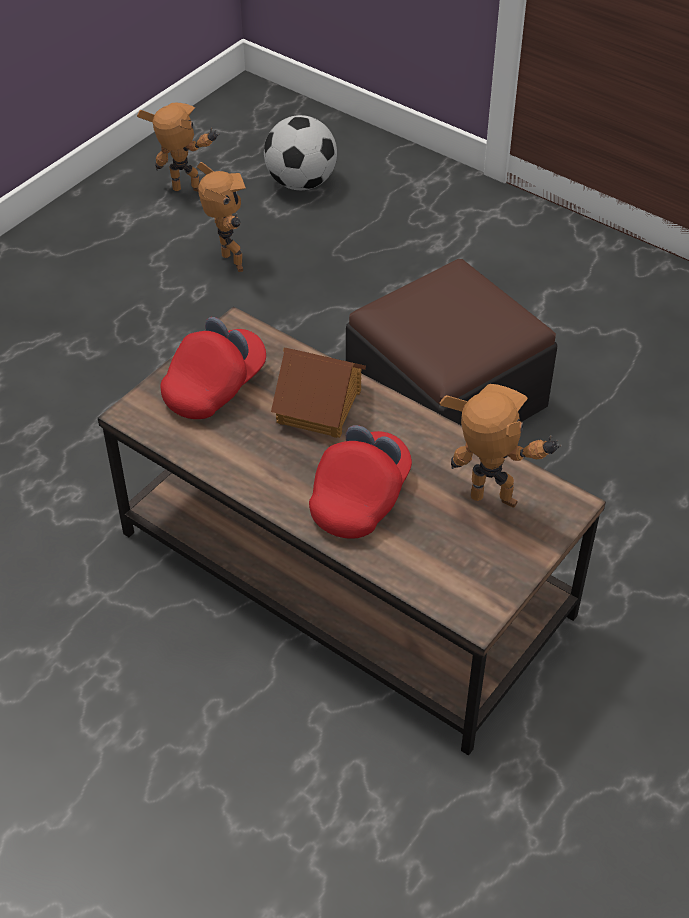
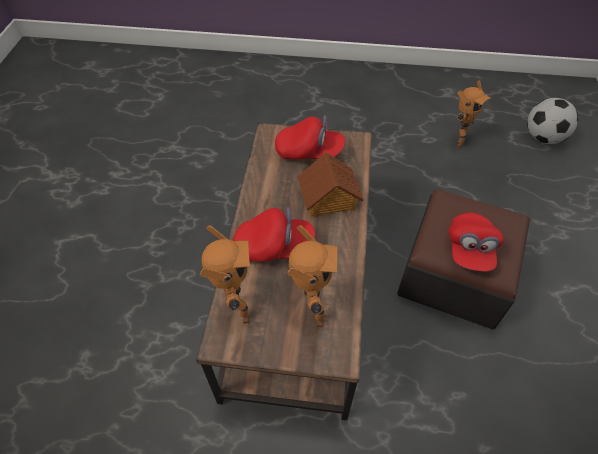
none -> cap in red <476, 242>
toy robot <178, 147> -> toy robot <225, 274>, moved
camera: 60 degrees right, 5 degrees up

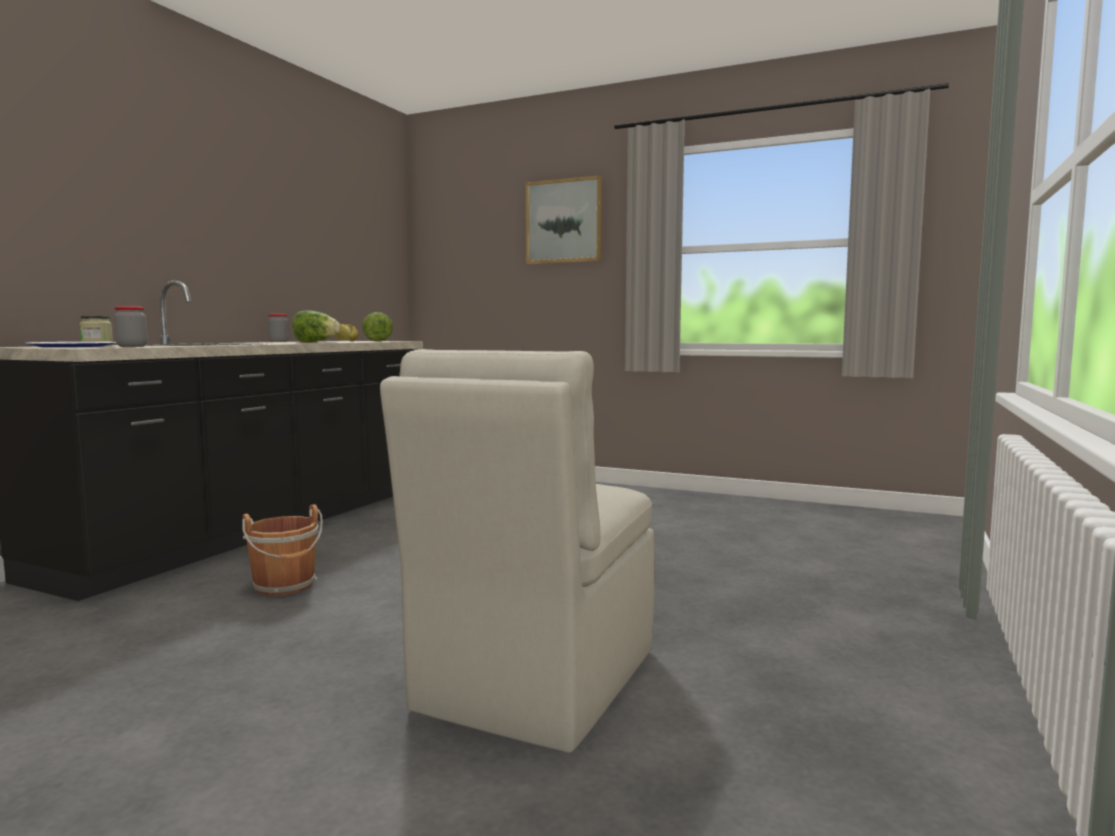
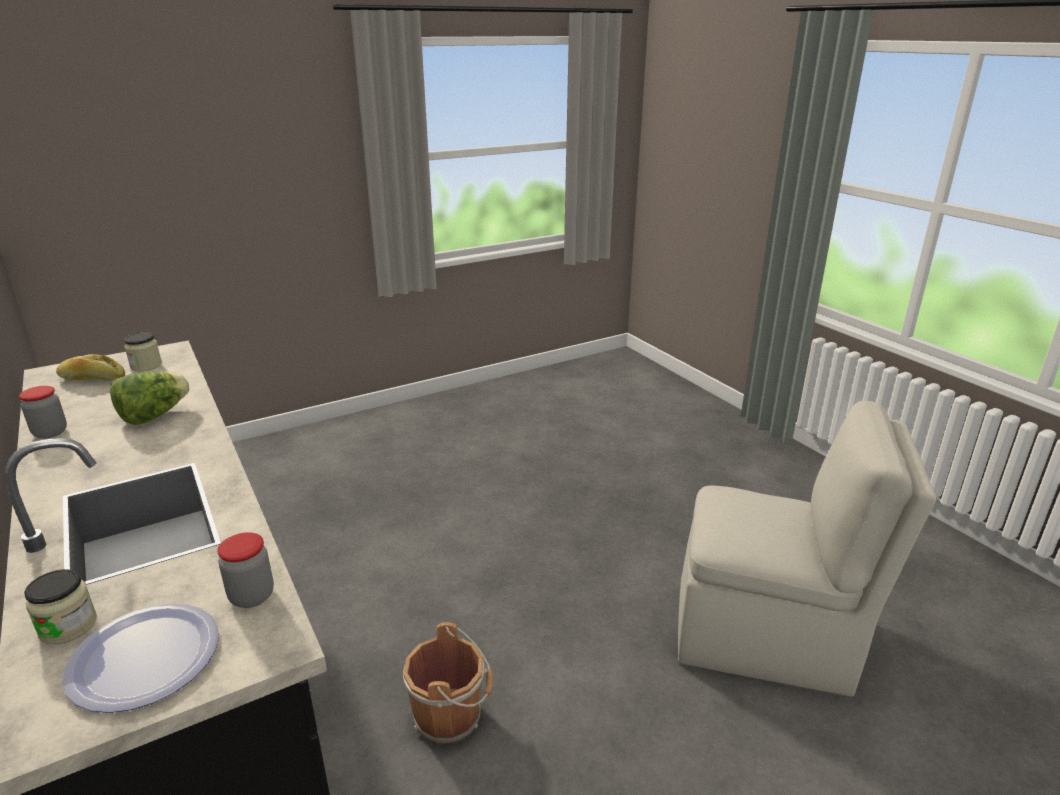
picture <564, 219> -> none
lettuce <377, 326> -> jar <143, 351>
chair in beige <517, 551> -> chair in beige <807, 548>, 45 degrees counterclockwise
camera: 55 degrees left, 20 degrees up

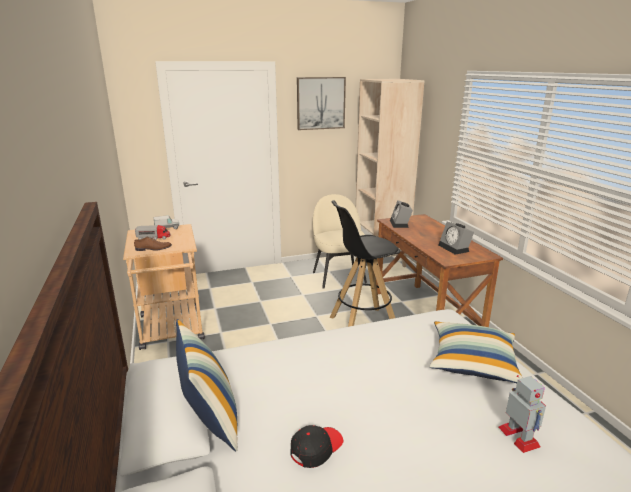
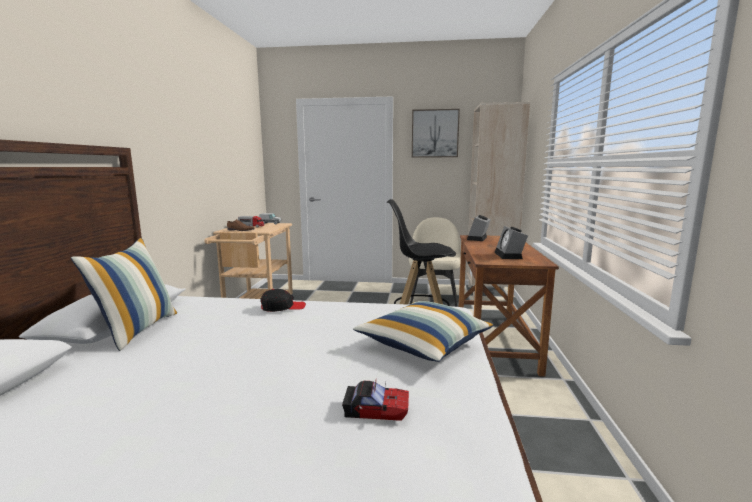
cap in black <316, 446> -> cap in black <283, 300>, moved
toy robot <522, 414> -> toy car <375, 401>
camera: 25 degrees right, 10 degrees down

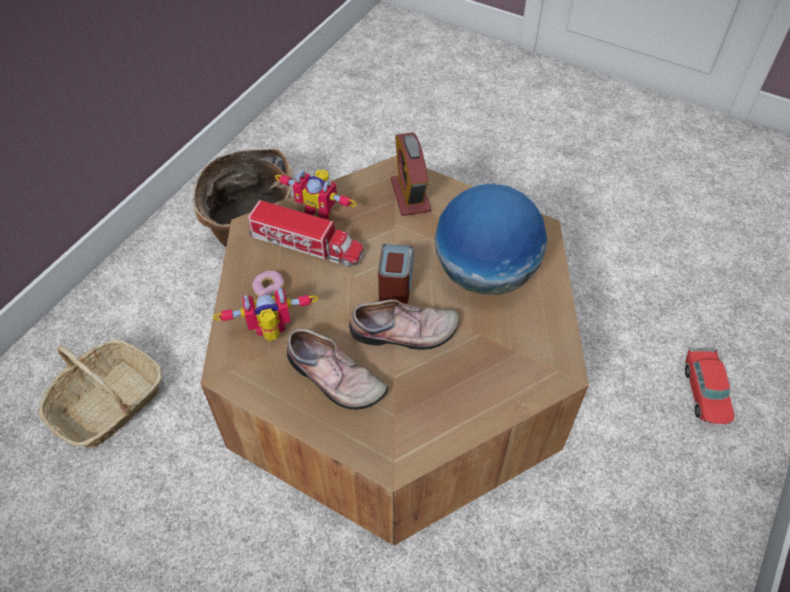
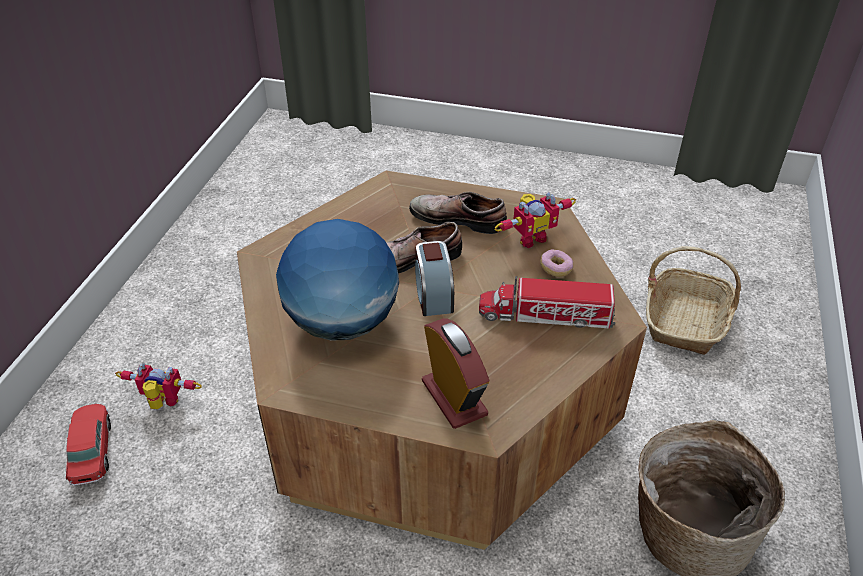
toy robot <316, 194> -> toy robot <158, 386>, moved
camera: 165 degrees right, 10 degrees down

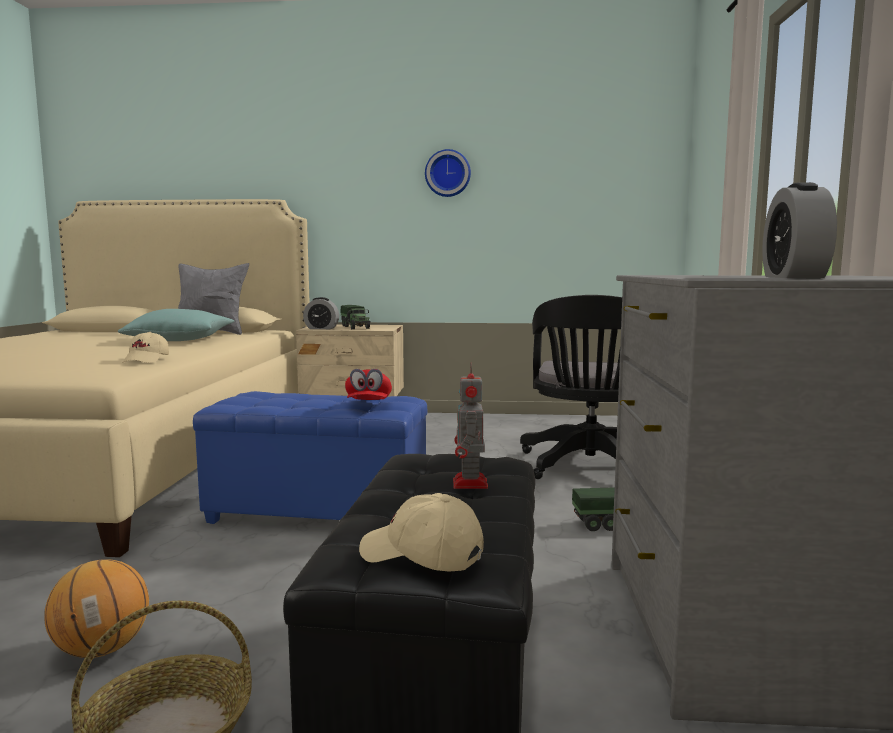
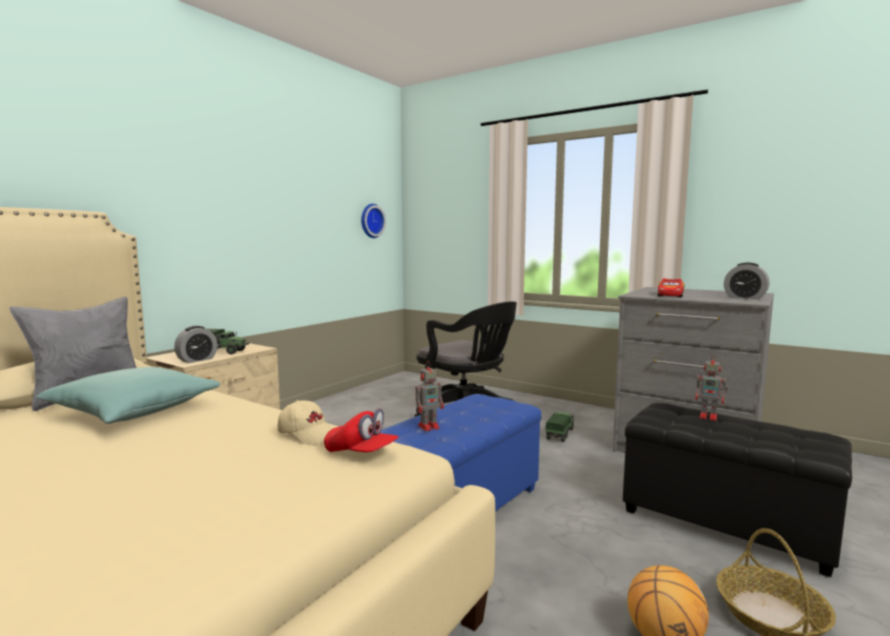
cap in beige <421, 532> -> none
none -> toy robot <429, 396>
none -> toy car <671, 287>
cap in red <368, 384> -> cap in red <361, 430>, moved
wall clock <448, 173> -> wall clock <373, 221>, moved
camera: 60 degrees left, 0 degrees up

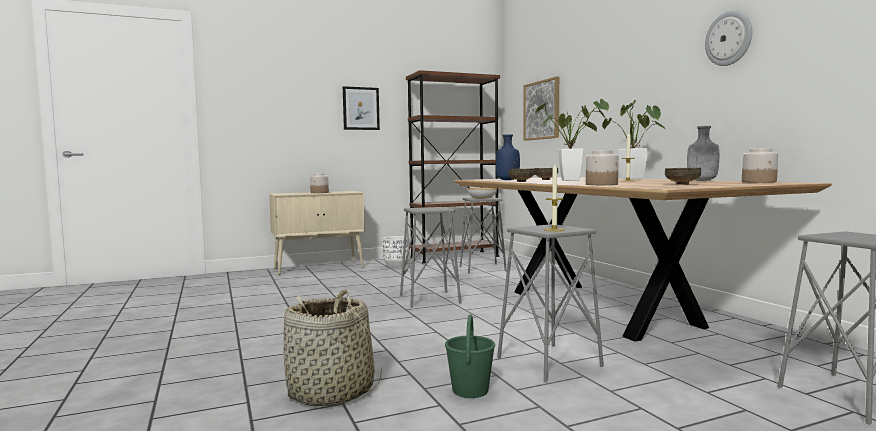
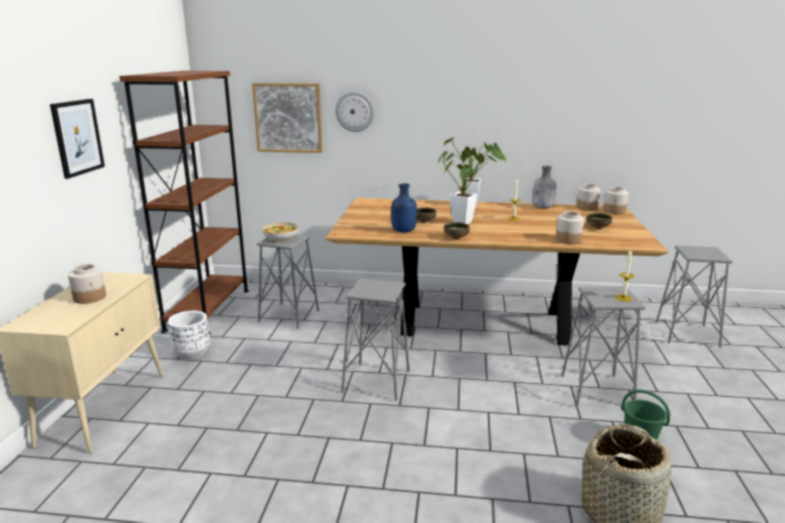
none -> jar <616, 200>
wall clock <728, 38> -> wall clock <355, 111>, moved
camera: 60 degrees left, 15 degrees up

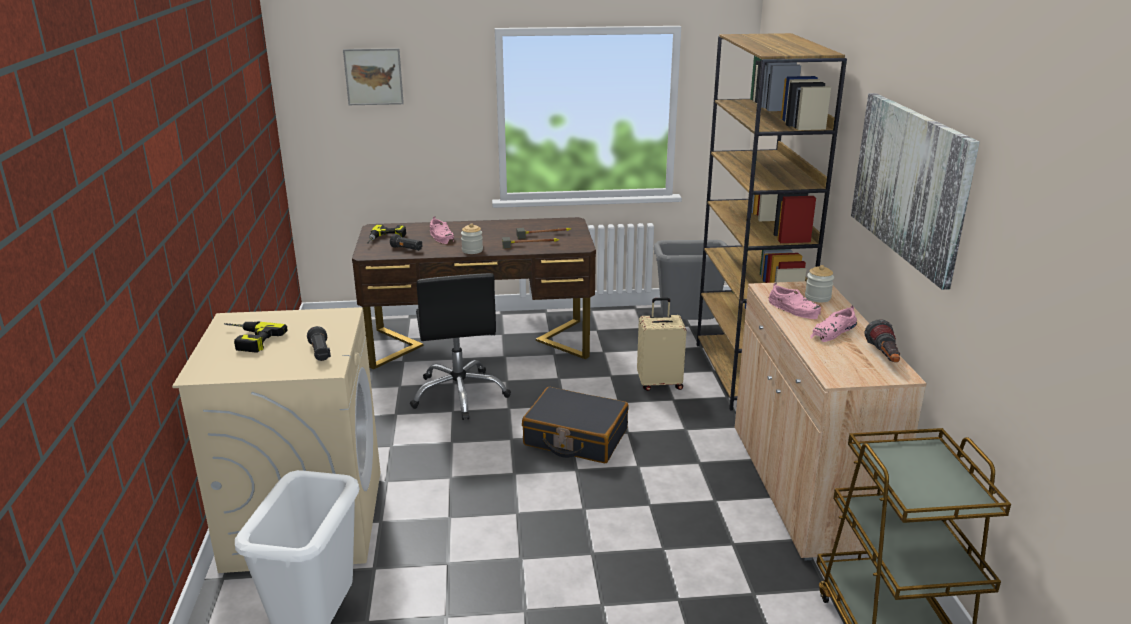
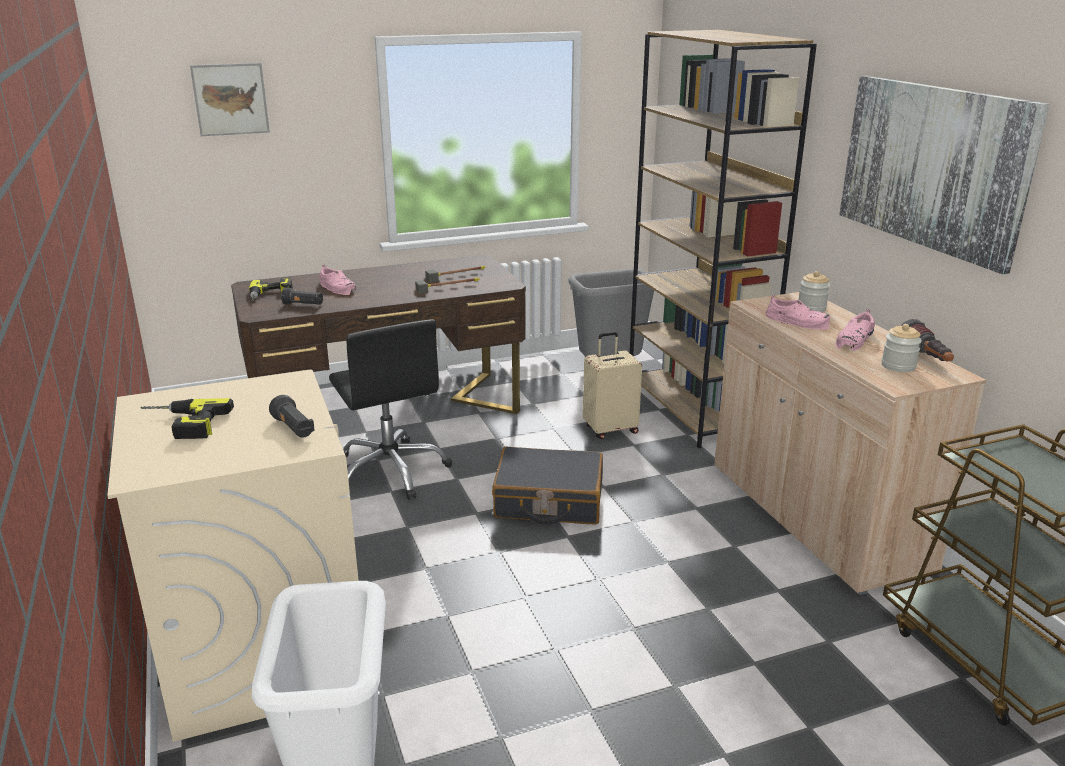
jar <472, 238> -> jar <902, 348>, moved
camera: 15 degrees left, 0 degrees up

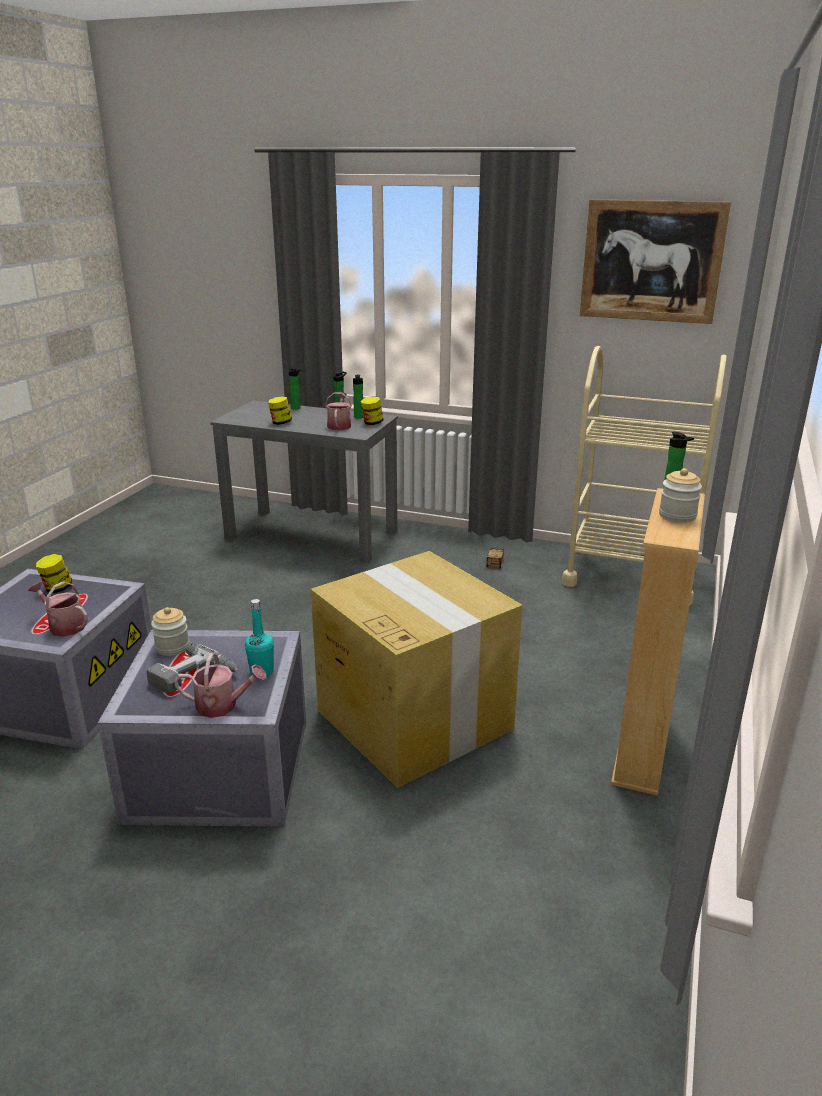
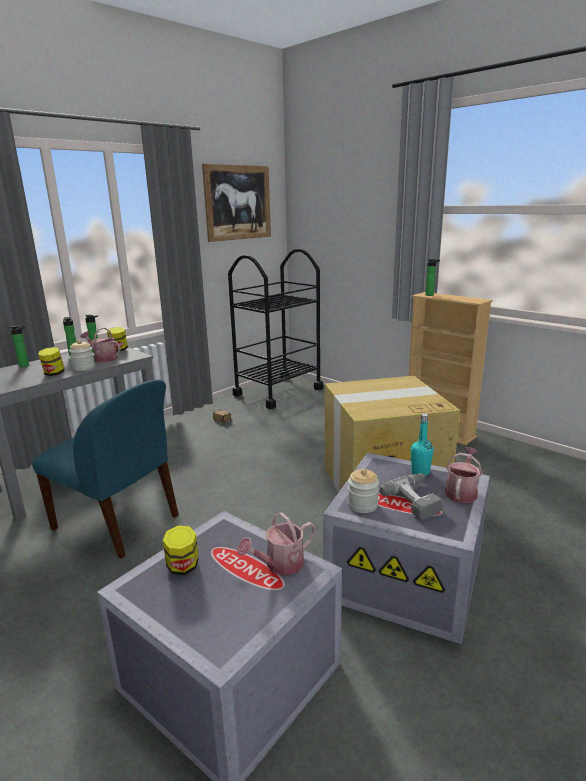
none -> chair in blue <105, 469>
jar <680, 495> -> jar <82, 355>, moved
cart in beige <644, 476> -> cart in black <275, 329>
camera: 65 degrees left, 5 degrees down

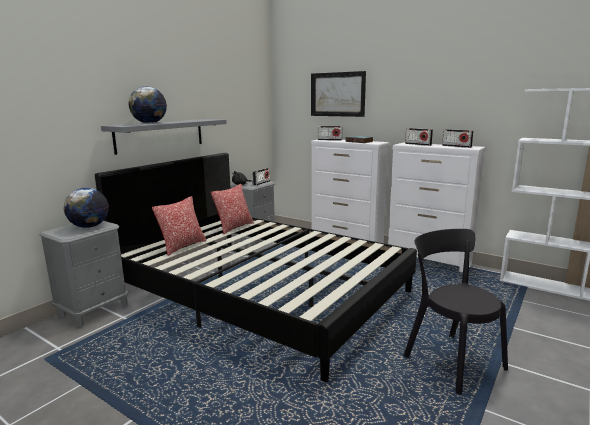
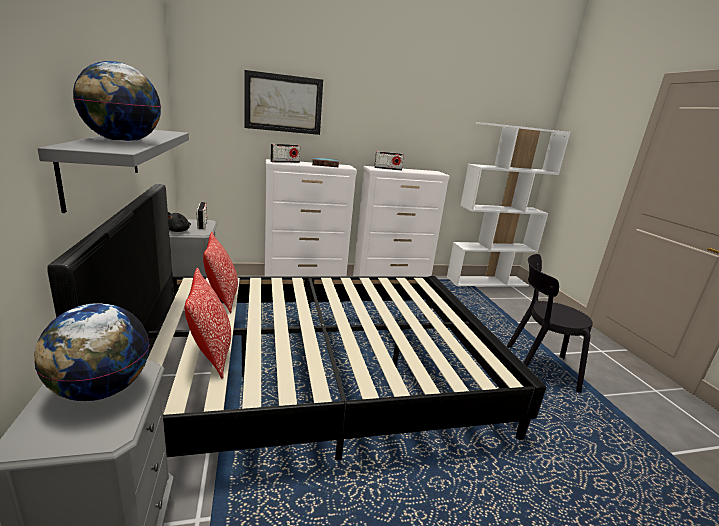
radio <457, 138> -> none
camera: 50 degrees left, 5 degrees up

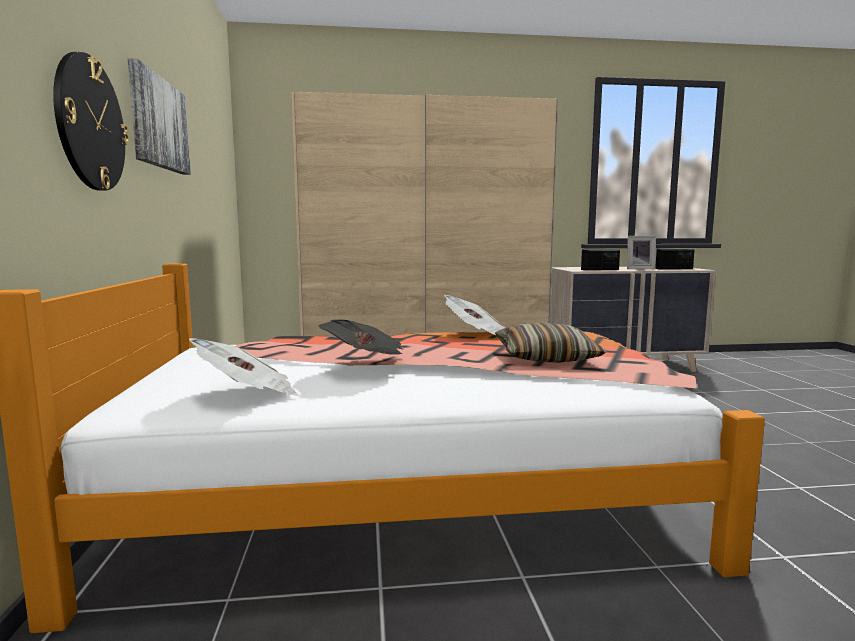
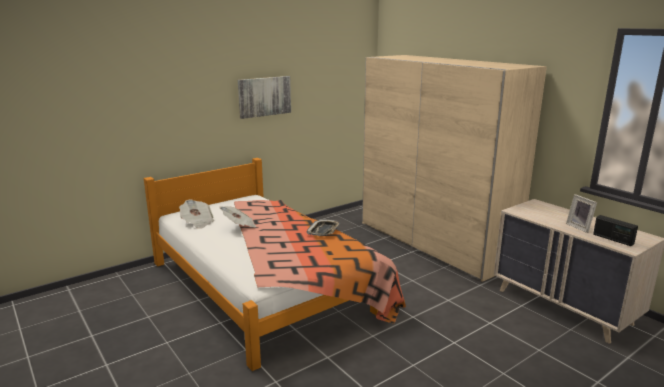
wall clock <91, 121> -> none
pillow <550, 342> -> none
radio <600, 259> -> none
newspaper <474, 315> -> tray <323, 227>
camera: 60 degrees right, 10 degrees up

